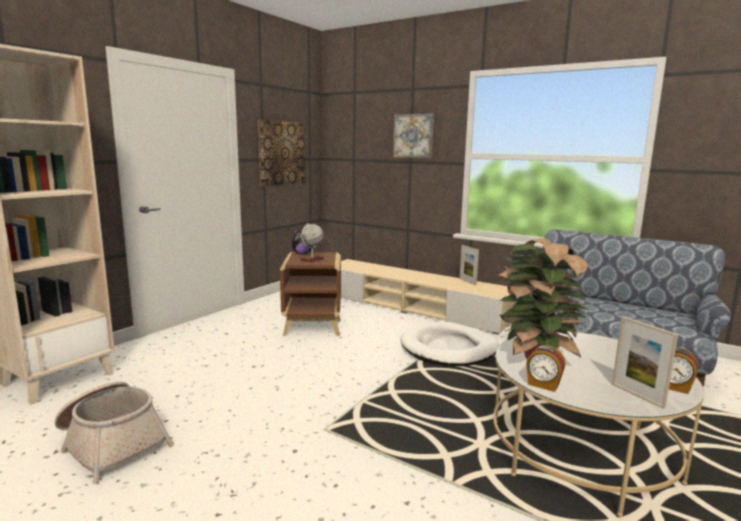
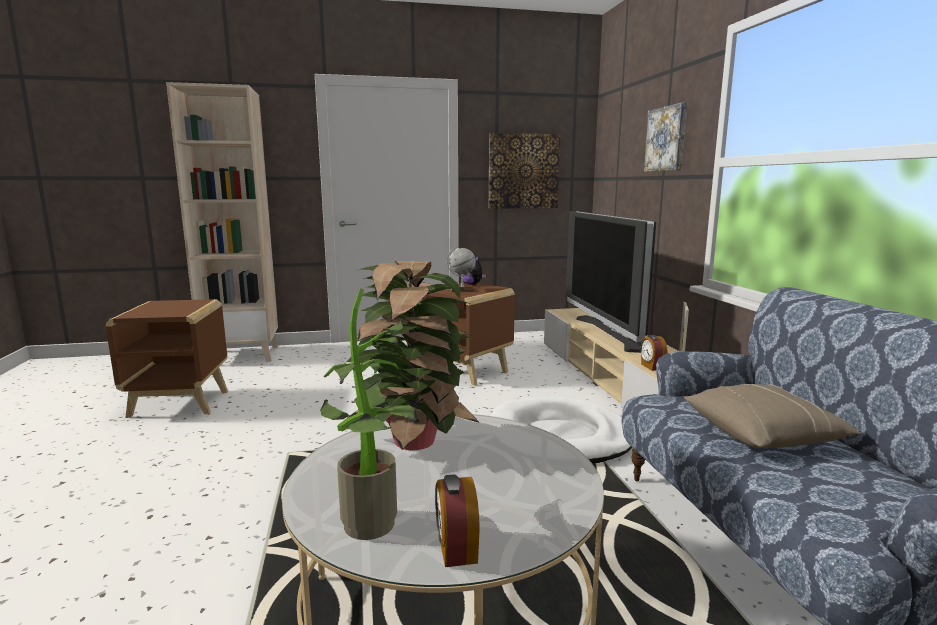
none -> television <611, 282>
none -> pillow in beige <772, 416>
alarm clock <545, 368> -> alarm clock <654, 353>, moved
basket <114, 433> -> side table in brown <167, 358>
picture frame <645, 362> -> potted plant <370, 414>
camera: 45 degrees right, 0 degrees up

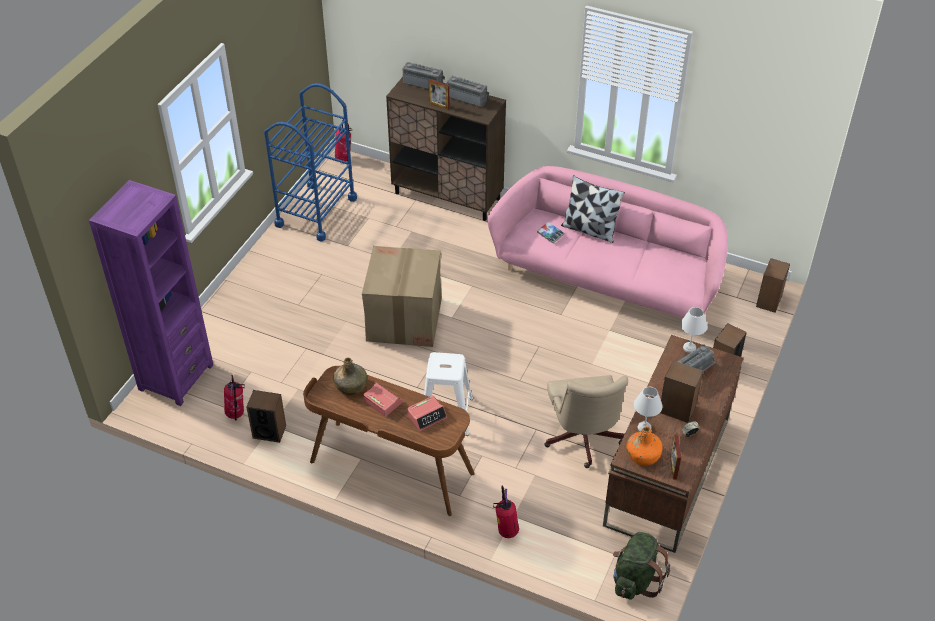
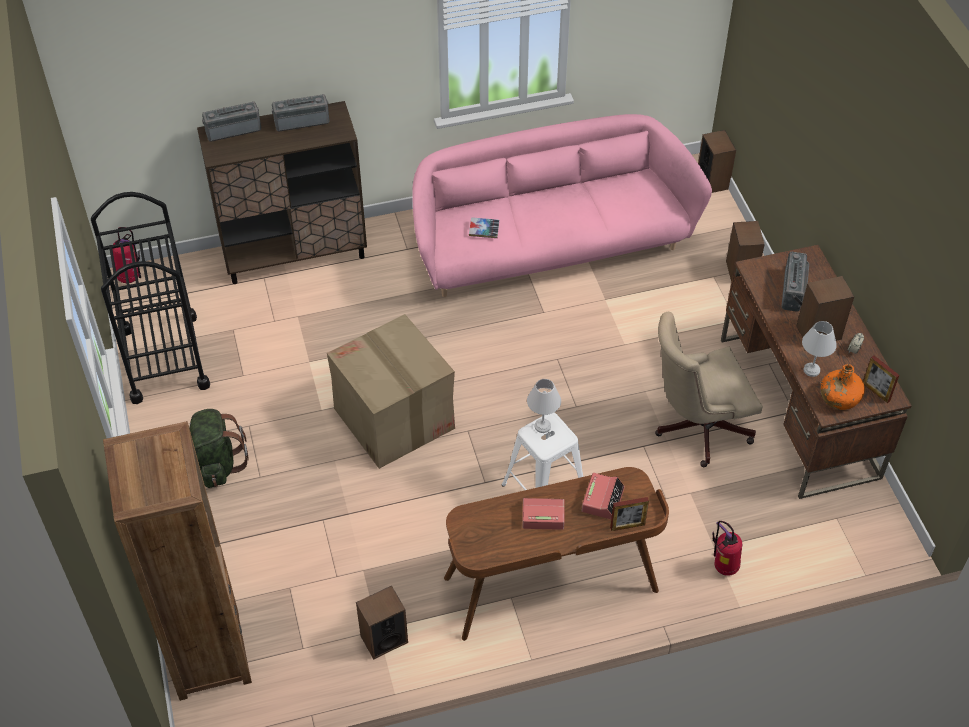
fire extinguisher <234, 397> -> none
bottle in green <350, 376> -> none
pillow <593, 209> -> none
picture frame <439, 94> -> picture frame <629, 514>, moved
backpack in green <641, 566> -> backpack in green <219, 448>, moved
table lamp in white <694, 330> -> table lamp in white <544, 406>, moved
bookcase in purple <151, 293> -> bookcase in brown <177, 561>
cart in blue <310, 162> -> cart in black <150, 298>
office chair in beige <586, 421> -> office chair in beige <708, 389>, 120 degrees clockwise
camera: 40 degrees left, 5 degrees up

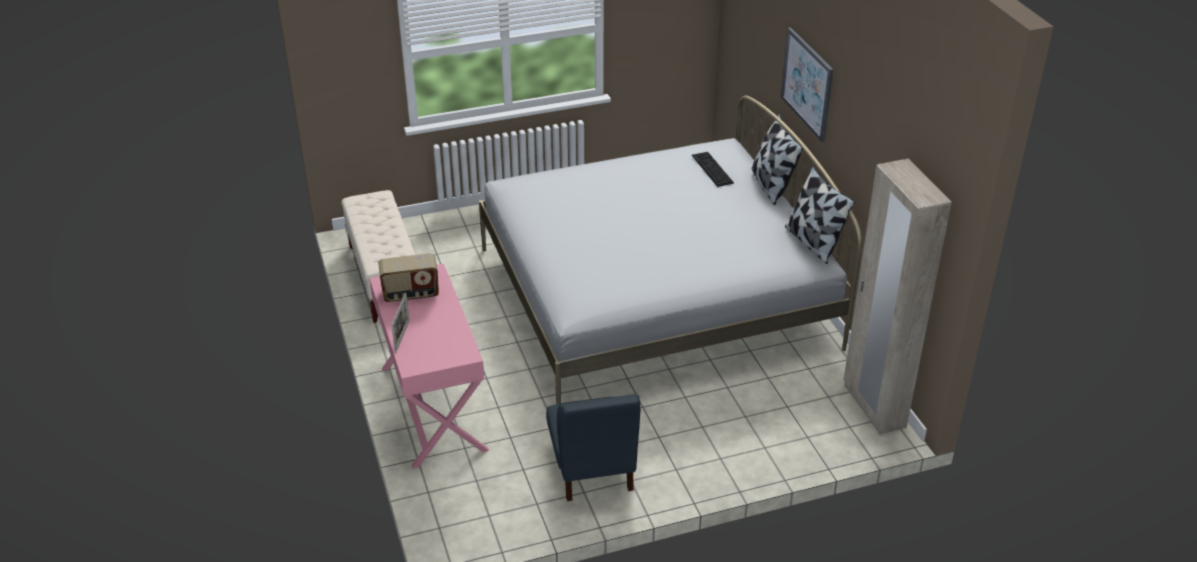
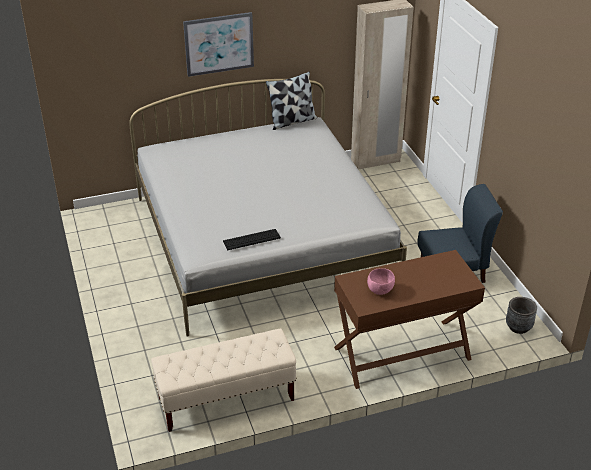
picture frame <400, 323> -> none
pillow <777, 159> -> none
none -> planter in grey <521, 315>
keyboard <713, 169> -> keyboard <252, 239>, moved
radio <408, 277> -> bowl in pink <381, 281>
desk in pink <429, 366> -> desk in brown <409, 319>
camera: 90 degrees left, 0 degrees up

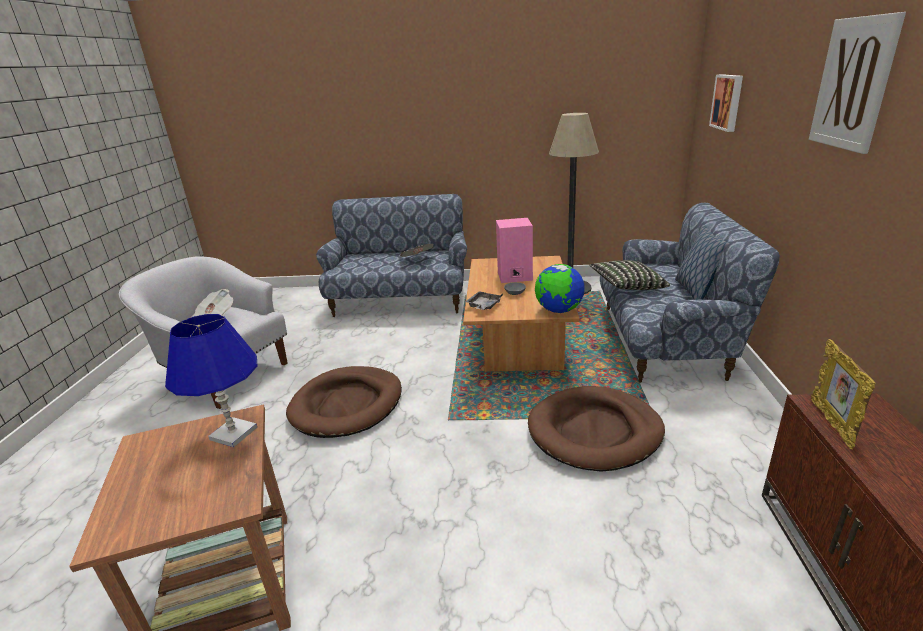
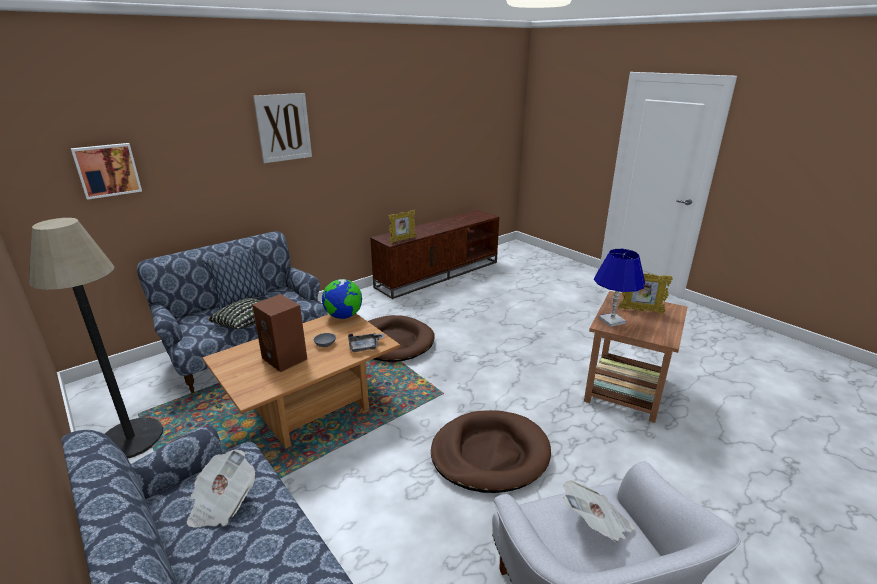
none -> picture frame <646, 293>
speaker in pink <514, 250> -> speaker in brown <279, 333>
camera: 135 degrees left, 0 degrees up

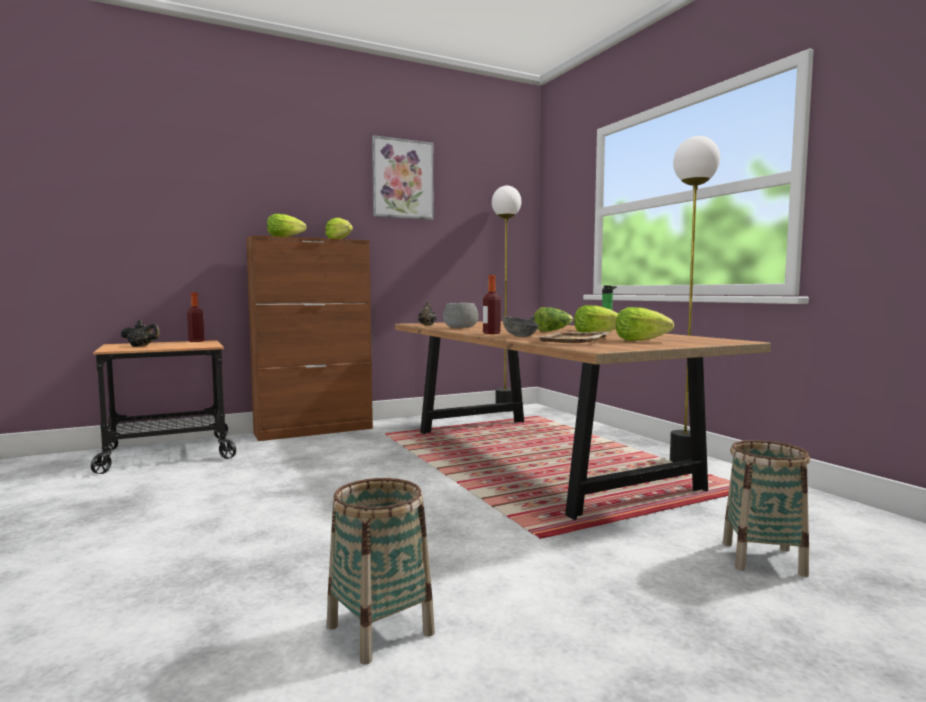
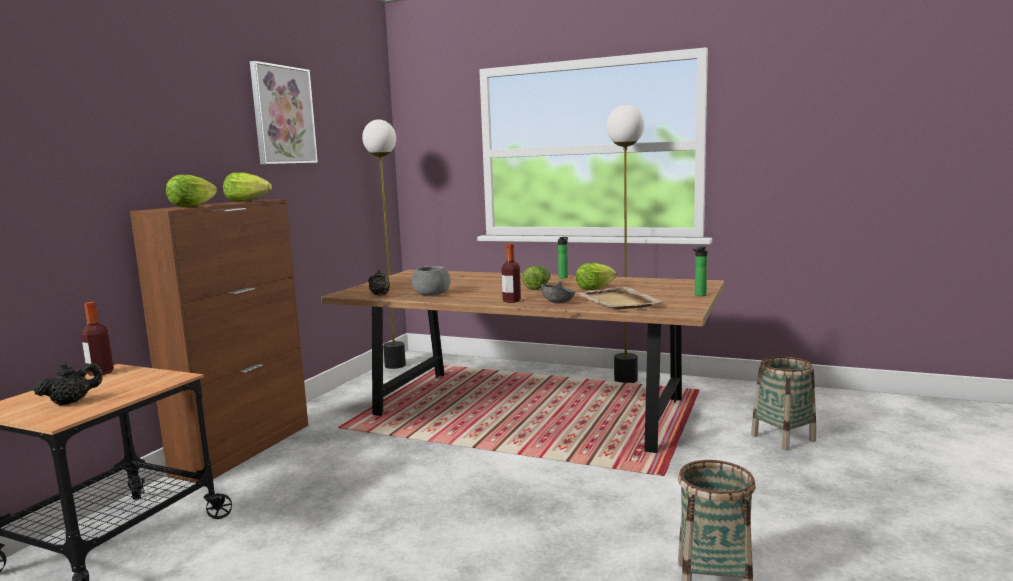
lettuce <645, 324> -> none
none -> bottle <699, 271>
camera: 40 degrees left, 5 degrees up

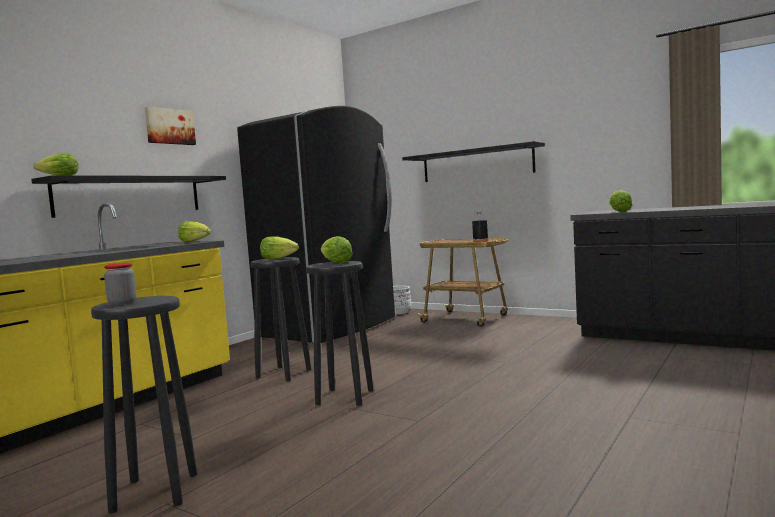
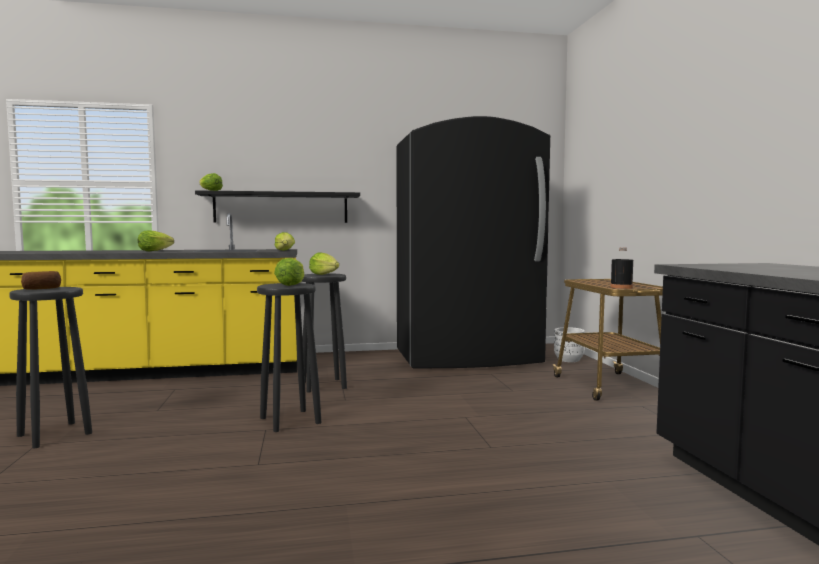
picture <170, 125> -> none
shelf in black <473, 161> -> none
lettuce <620, 201> -> lettuce <156, 241>, moved
jar <120, 284> -> bread <41, 280>
camera: 45 degrees right, 0 degrees up

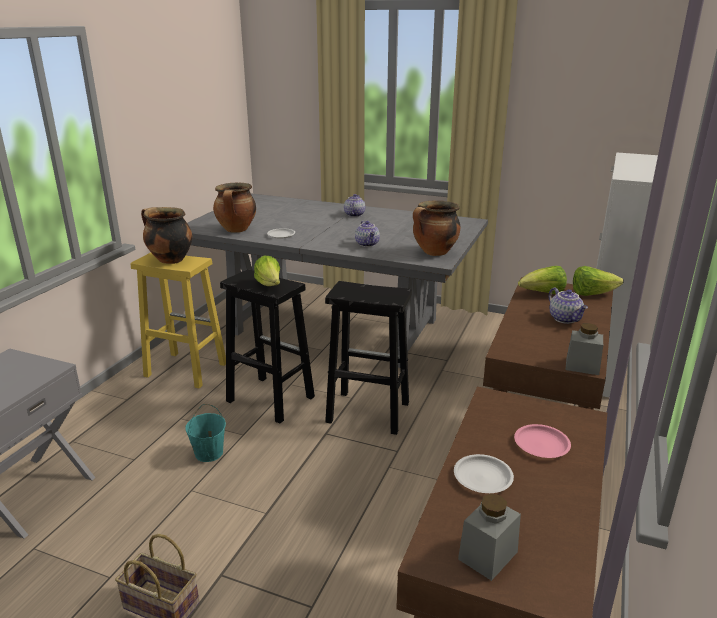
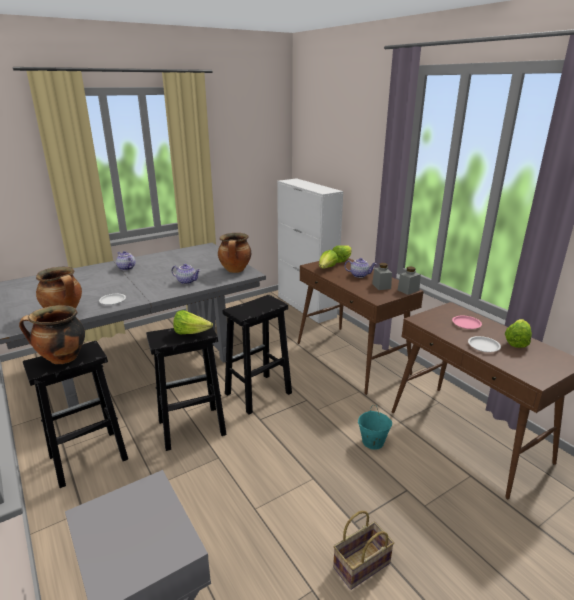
none -> lettuce <518, 333>
bucket in turquoise <205, 433> -> bucket in turquoise <375, 427>, moved
jar in grey <489, 537> -> jar in grey <382, 276>, moved
stool in yellow <178, 321> -> stool in black <75, 414>
camera: 55 degrees left, 0 degrees up

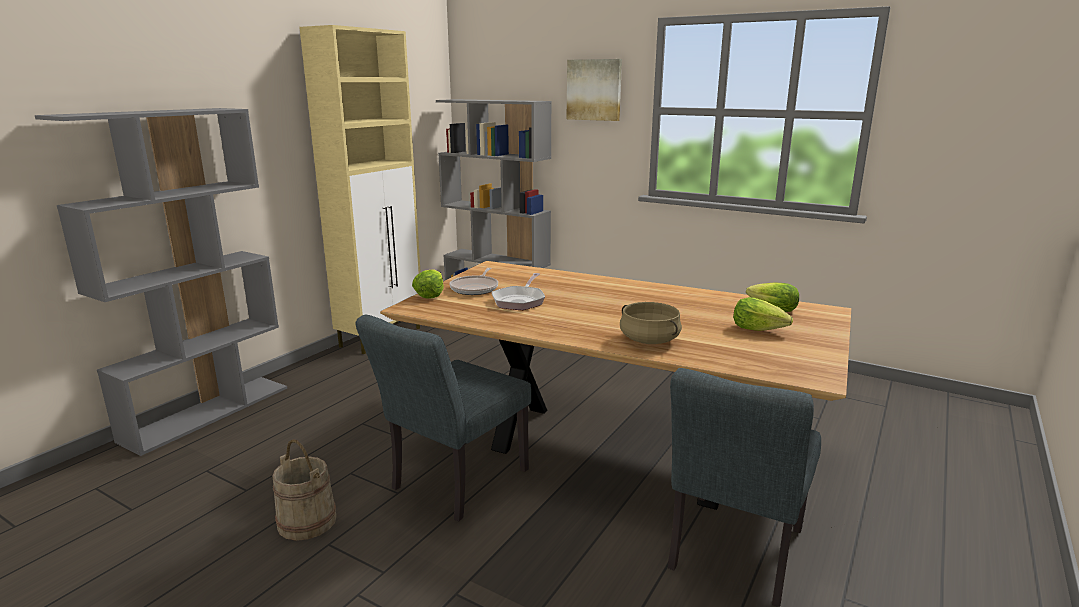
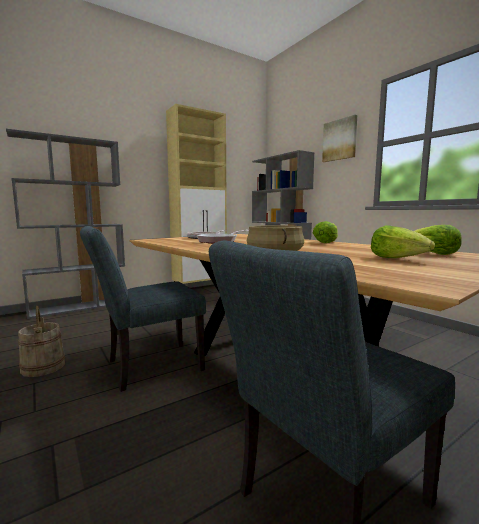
lettuce <428, 284> -> lettuce <325, 232>, moved
camera: 25 degrees right, 10 degrees down

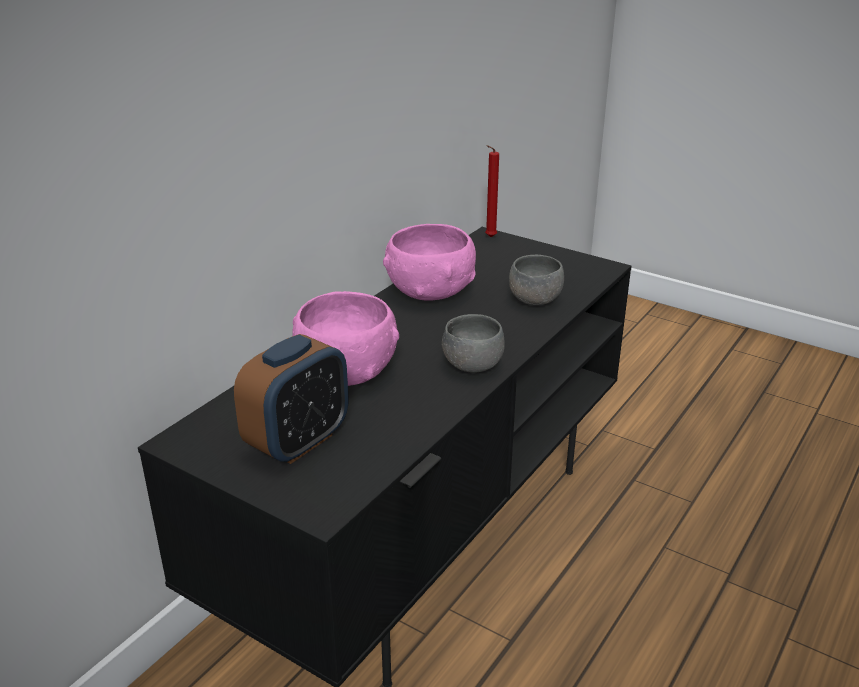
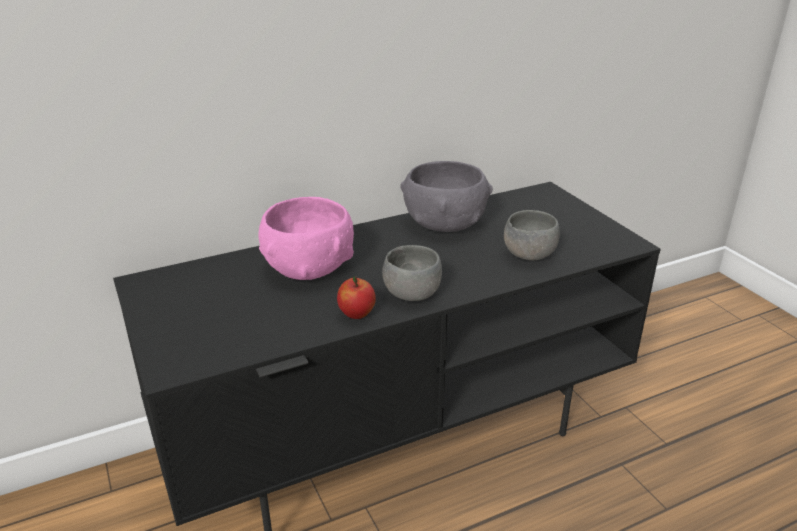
alarm clock <291, 399> -> none
candle in red <492, 191> -> none
none -> apple <356, 297>
bowl in pink <429, 262> -> bowl in grey <446, 196>
camera: 30 degrees right, 0 degrees up

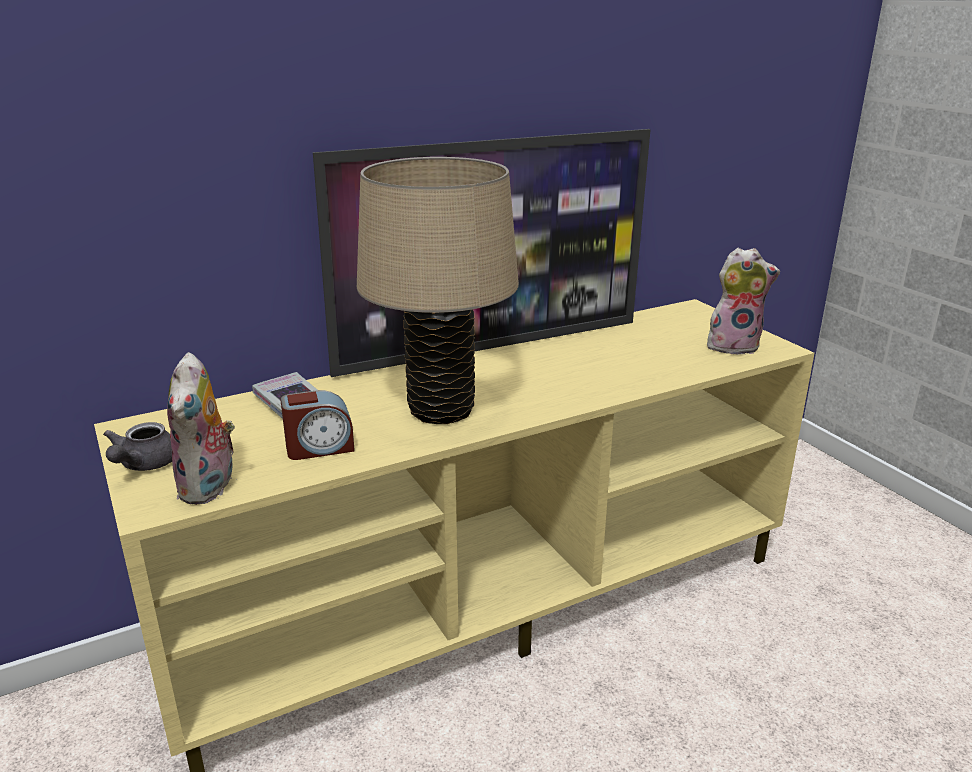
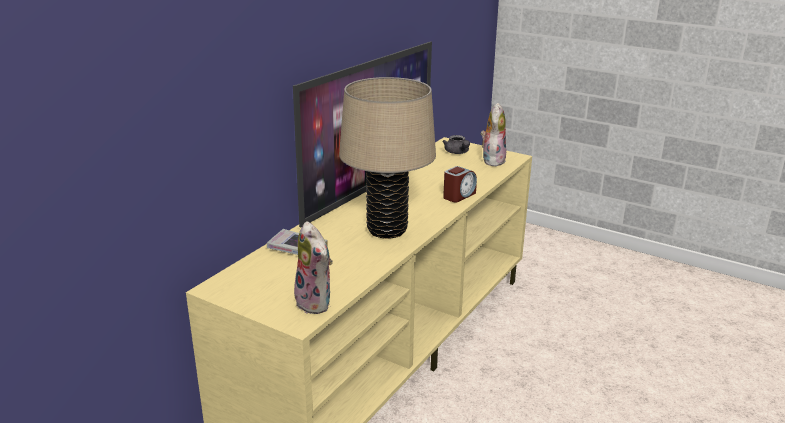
teapot in grey <137, 446> -> teapot in grey <456, 144>, moved
alarm clock <317, 425> -> alarm clock <460, 184>, moved
plush toy <743, 301> -> plush toy <493, 134>, 45 degrees counterclockwise
camera: 30 degrees left, 0 degrees up

